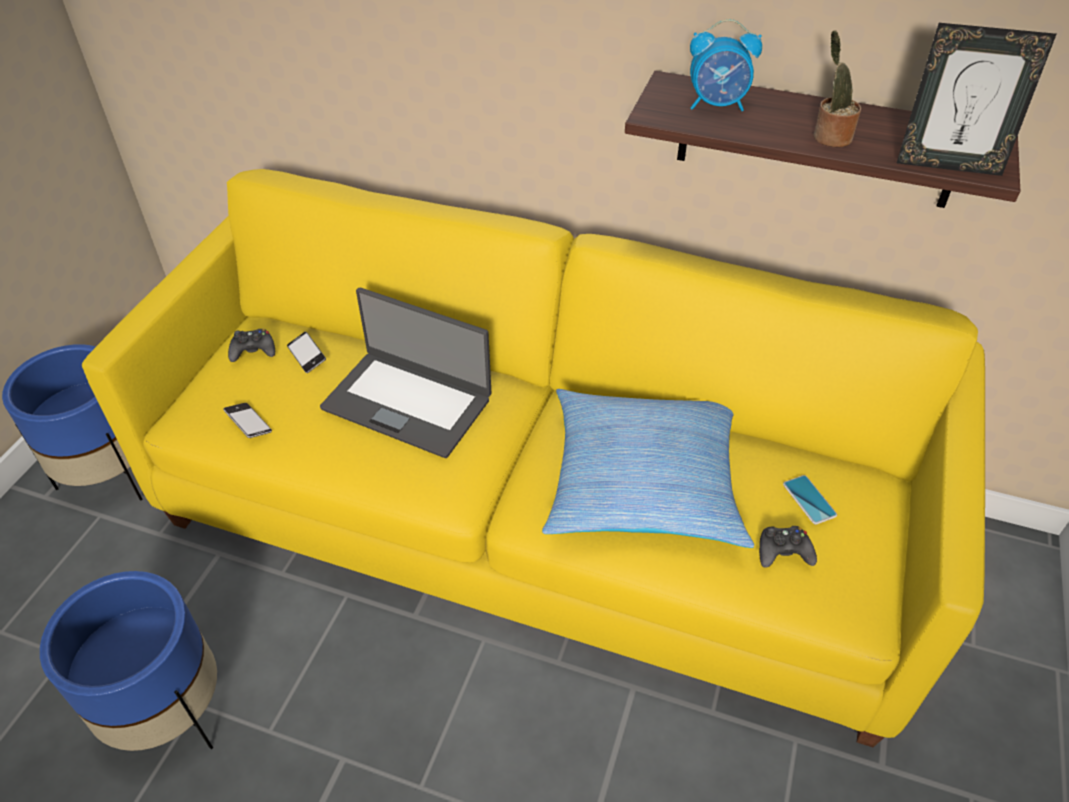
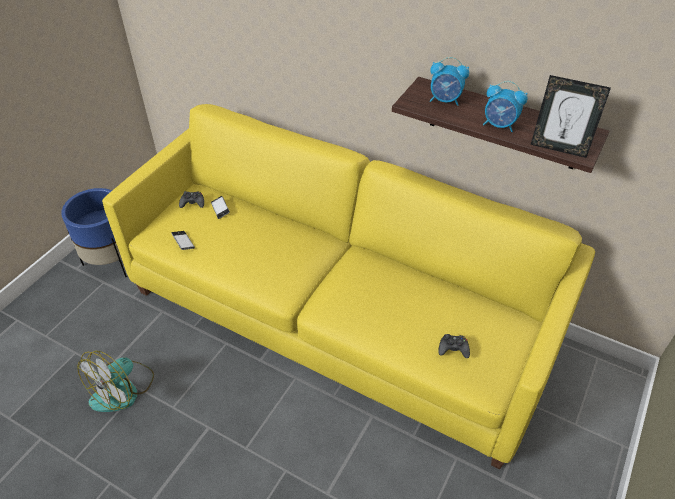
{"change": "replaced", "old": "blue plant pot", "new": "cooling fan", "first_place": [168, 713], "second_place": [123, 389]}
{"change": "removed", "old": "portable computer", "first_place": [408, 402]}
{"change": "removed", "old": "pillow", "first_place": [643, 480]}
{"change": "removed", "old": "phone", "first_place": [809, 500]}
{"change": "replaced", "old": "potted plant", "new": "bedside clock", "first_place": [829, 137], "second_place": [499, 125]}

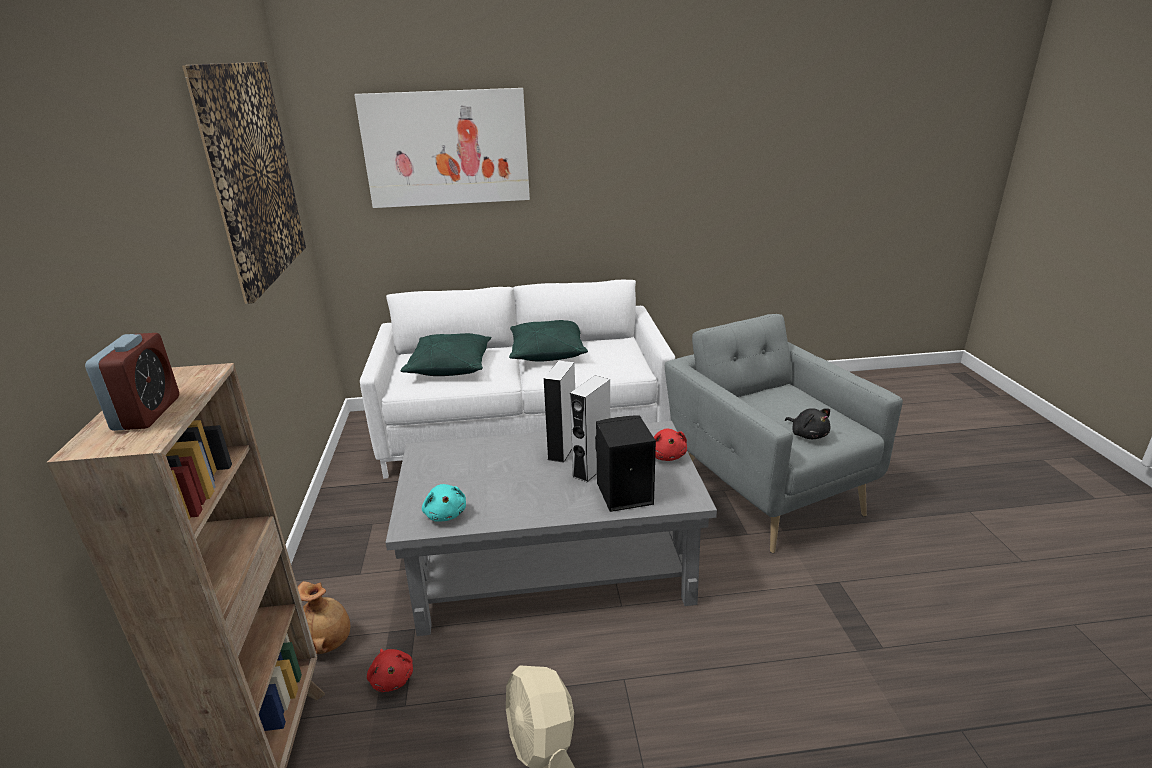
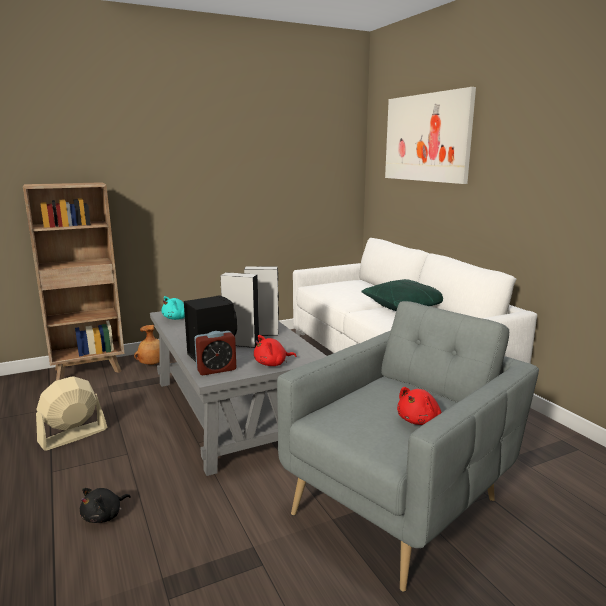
{"change": "moved", "old": "bedside clock", "first_place": [147, 413], "second_place": [216, 370]}
{"change": "removed", "old": "picture", "first_place": [252, 174]}
{"change": "moved", "old": "reddish plush toy", "first_place": [392, 678], "second_place": [419, 420]}
{"change": "removed", "old": "green pillow", "first_place": [450, 366]}
{"change": "moved", "old": "black plush toy", "first_place": [808, 434], "second_place": [104, 516]}

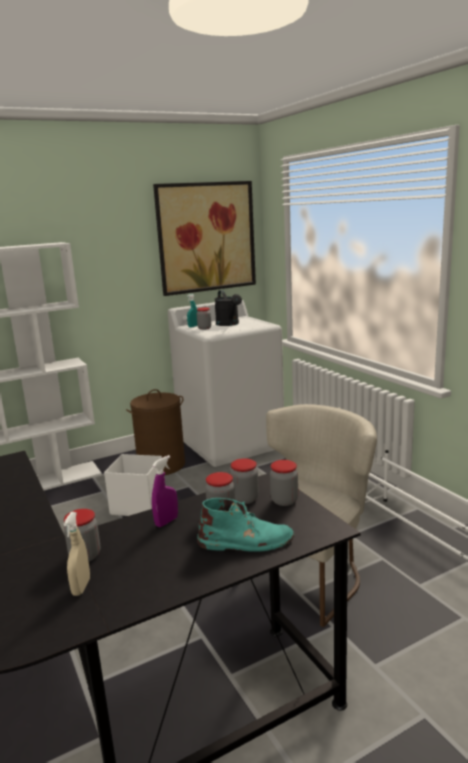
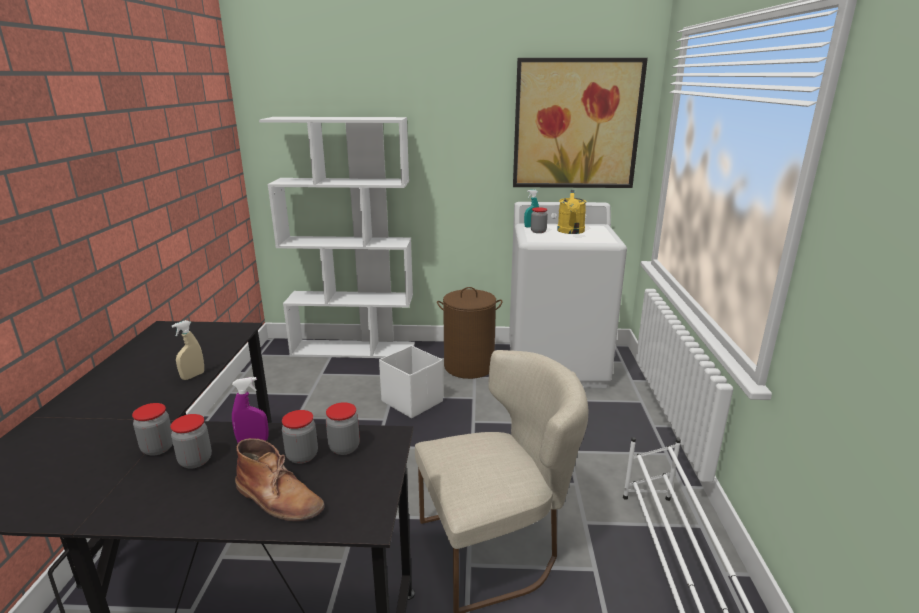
{"change": "moved", "old": "sand-coloured hand sprayer", "first_place": [81, 587], "second_place": [193, 376]}
{"change": "recoloured", "old": "turquoise high-top boot", "new": "brown-coloured high-top boot", "first_place": [246, 542], "second_place": [279, 498]}
{"change": "recoloured", "old": "black watering pot", "new": "yellow watering pot", "first_place": [229, 324], "second_place": [571, 232]}
{"change": "moved", "old": "preserve jar", "first_place": [284, 500], "second_place": [195, 460]}

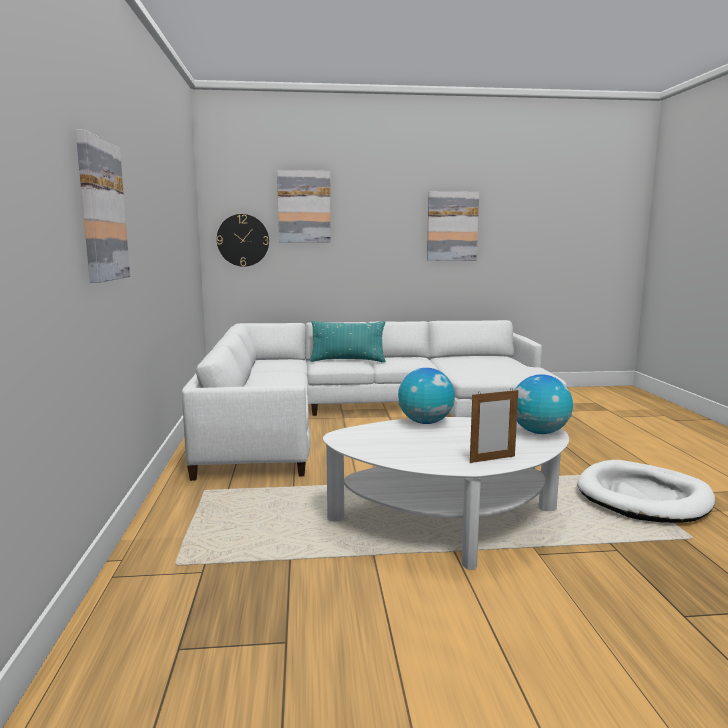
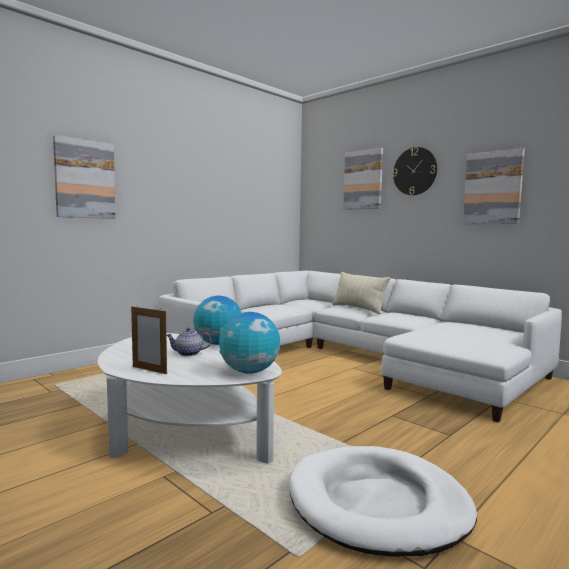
{"change": "moved", "old": "wall clock", "first_place": [243, 240], "second_place": [414, 171]}
{"change": "recoloured", "old": "turquoise pillow", "new": "sand-coloured pillow", "first_place": [348, 361], "second_place": [358, 309]}
{"change": "added", "new": "pot for tea", "second_place": [188, 354]}

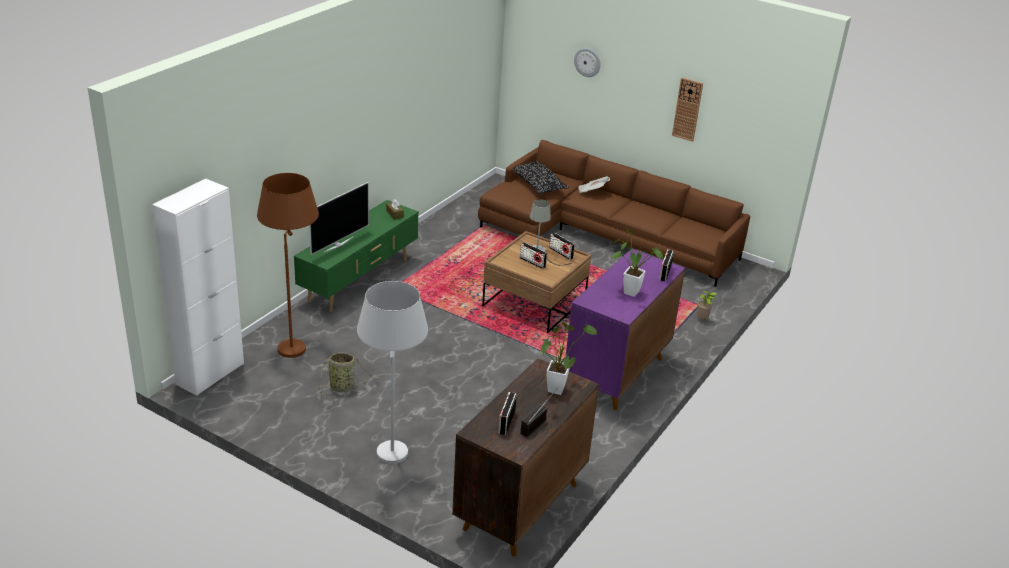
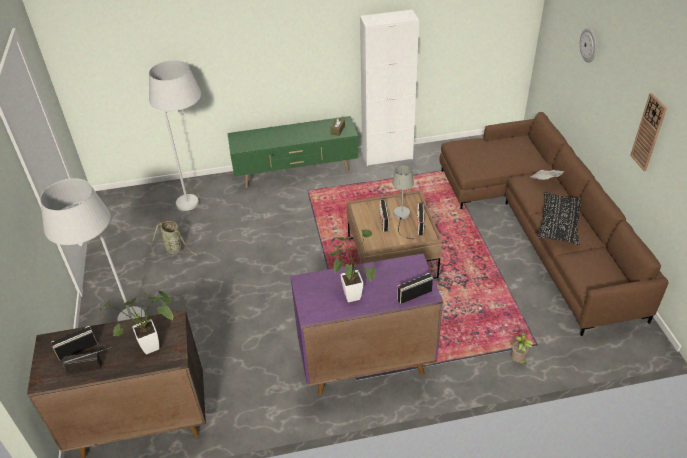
{"change": "moved", "old": "white-coloured cupboard", "first_place": [210, 374], "second_place": [387, 156]}
{"change": "recoloured", "old": "brown-coloured floor lamp", "new": "white-coloured floor lamp", "first_place": [294, 340], "second_place": [198, 197]}
{"change": "removed", "old": "TV set", "first_place": [338, 244]}
{"change": "moved", "old": "black pillow", "first_place": [538, 184], "second_place": [559, 224]}

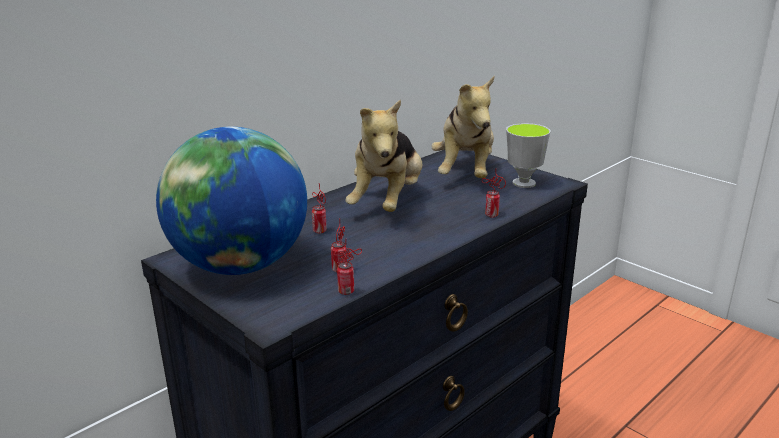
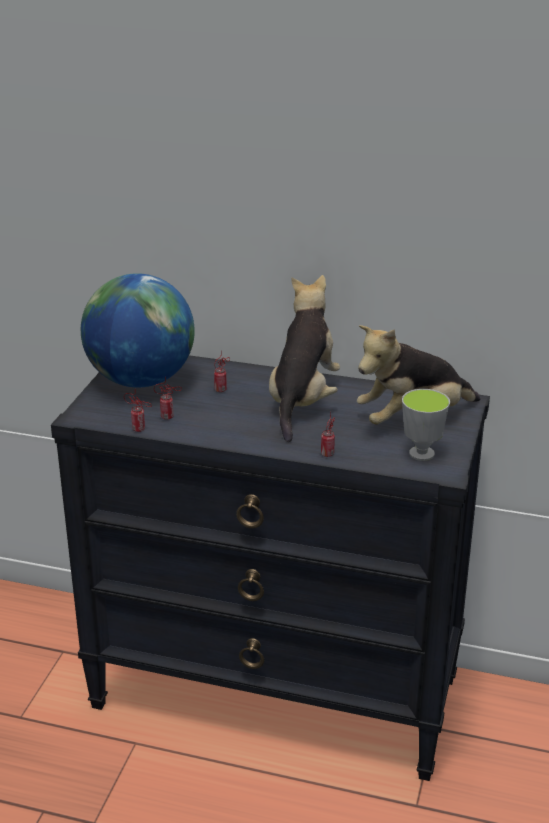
{"change": "turned", "old": "plush toy", "first_place": [388, 202], "second_place": [302, 401], "degrees": 120}

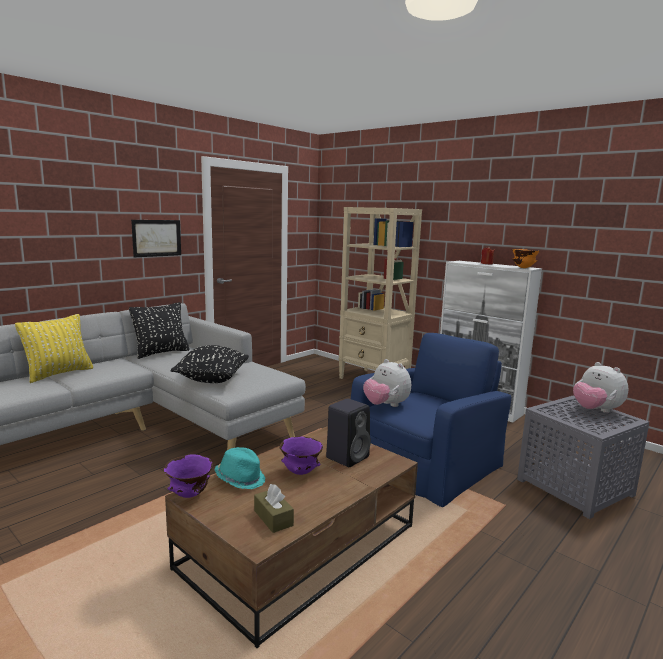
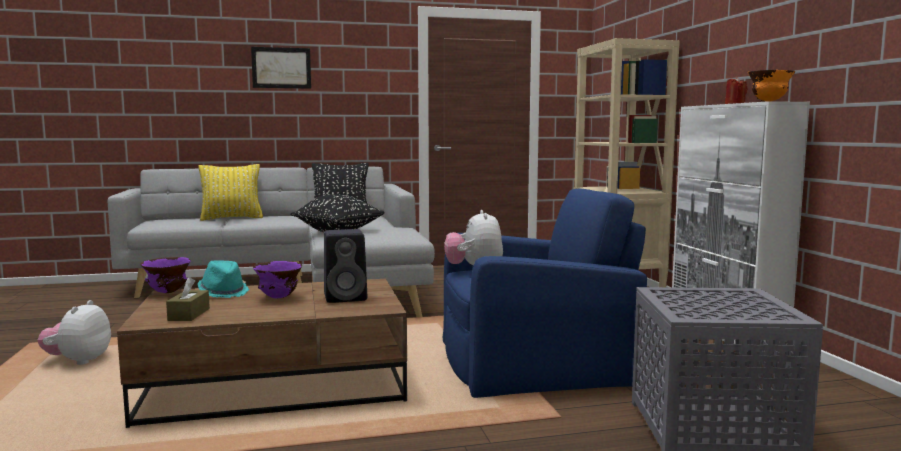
{"change": "moved", "old": "picture", "first_place": [157, 238], "second_place": [281, 68]}
{"change": "moved", "old": "plush toy", "first_place": [596, 410], "second_place": [78, 361]}

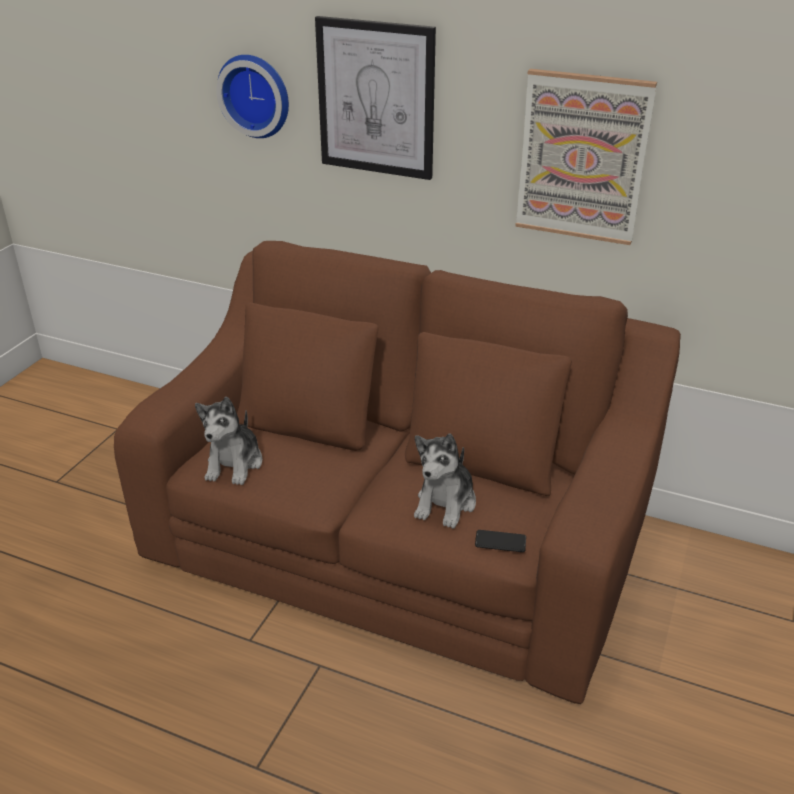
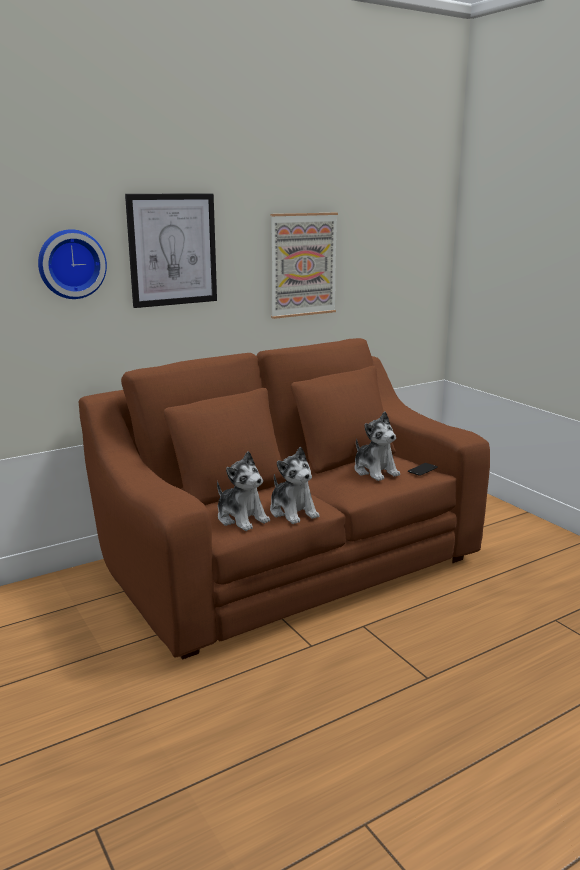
{"change": "added", "new": "plush toy", "second_place": [293, 512]}

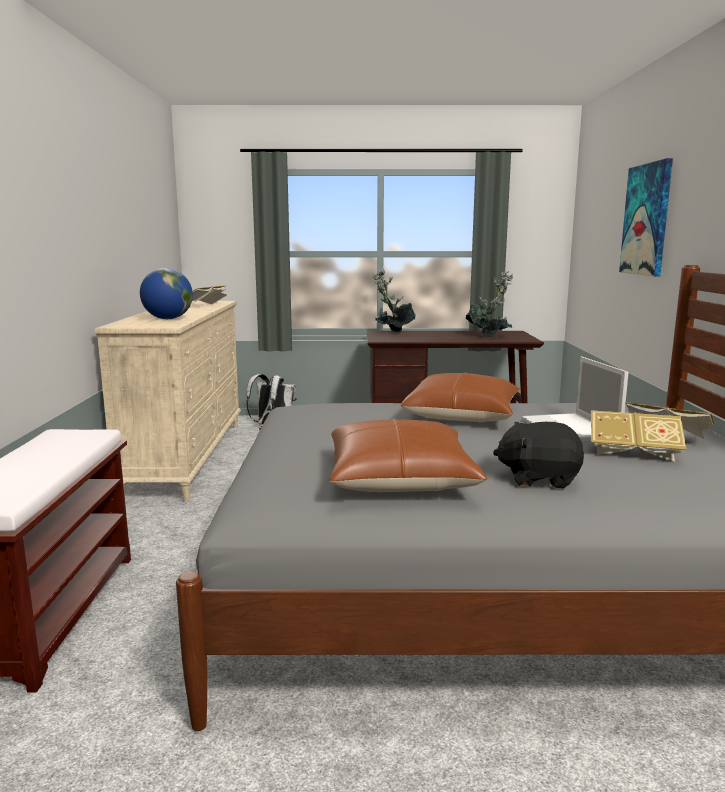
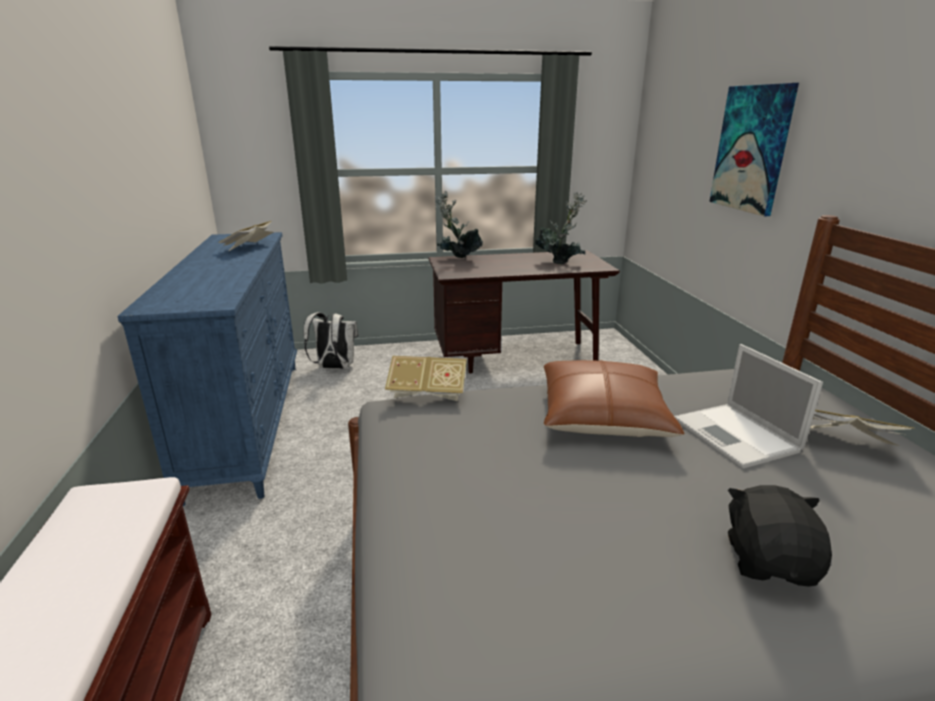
{"change": "recoloured", "old": "sand-coloured drawer chest", "new": "blue drawer chest", "first_place": [188, 457], "second_place": [249, 422]}
{"change": "removed", "old": "world globe", "first_place": [168, 319]}
{"change": "removed", "old": "brown-coloured pillow", "first_place": [400, 478]}
{"change": "turned", "old": "black plush toy", "first_place": [538, 478], "second_place": [769, 561], "degrees": 105}
{"change": "moved", "old": "book", "first_place": [633, 453], "second_place": [427, 393]}

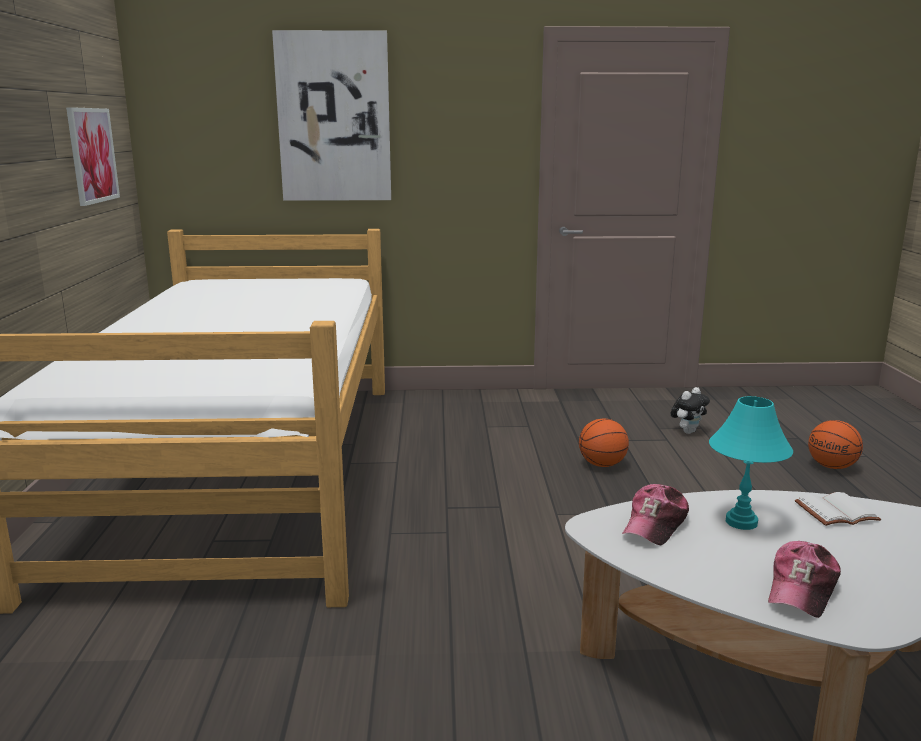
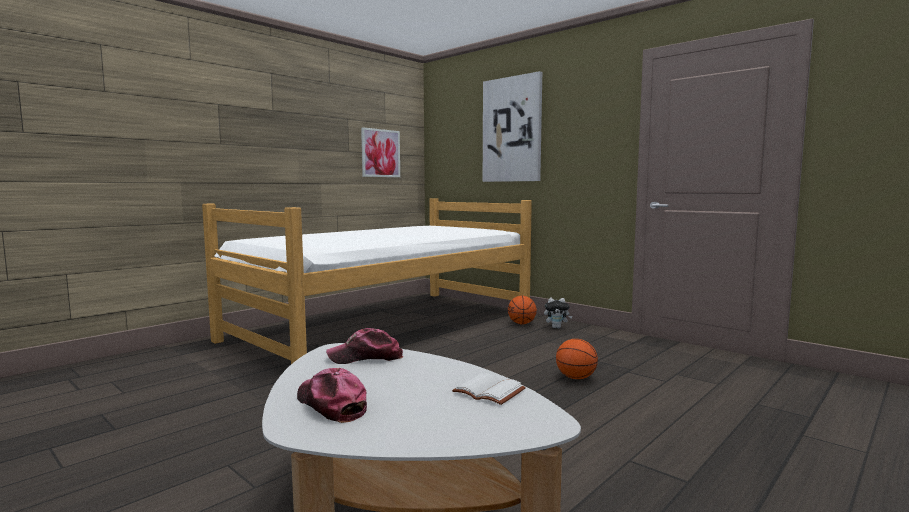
{"change": "moved", "old": "plush toy", "first_place": [687, 431], "second_place": [557, 327]}
{"change": "removed", "old": "turquoise tabletop lamp", "first_place": [741, 522]}
{"change": "turned", "old": "cap", "first_place": [802, 589], "second_place": [331, 405], "degrees": 60}
{"change": "moved", "old": "ball for basketball", "first_place": [832, 467], "second_place": [522, 324]}

